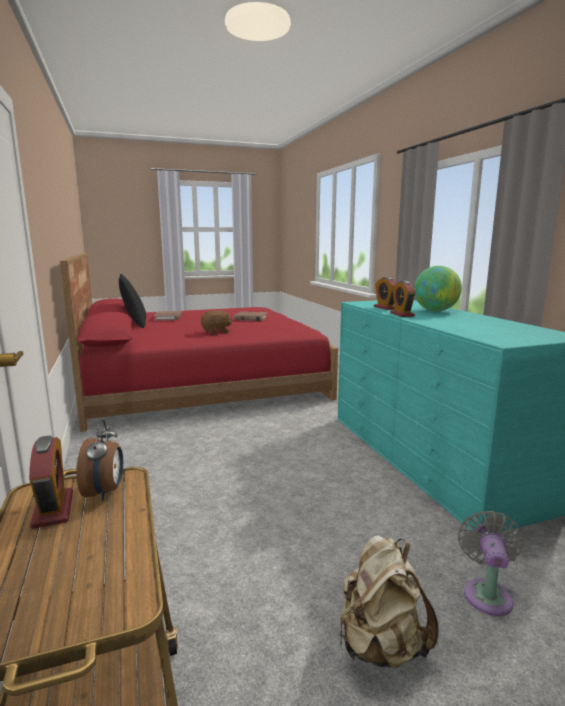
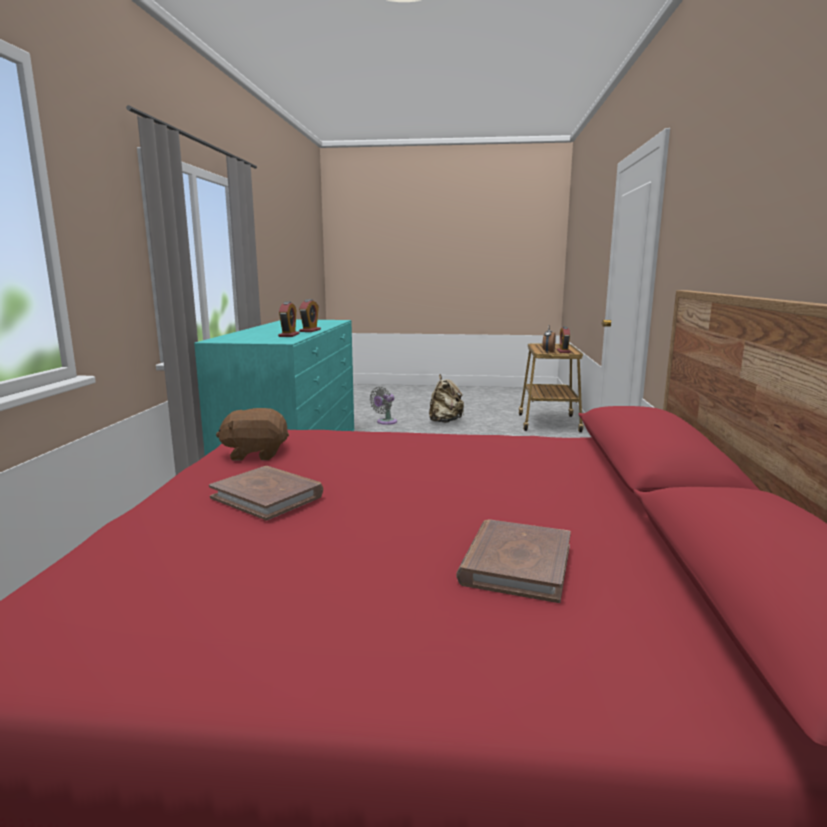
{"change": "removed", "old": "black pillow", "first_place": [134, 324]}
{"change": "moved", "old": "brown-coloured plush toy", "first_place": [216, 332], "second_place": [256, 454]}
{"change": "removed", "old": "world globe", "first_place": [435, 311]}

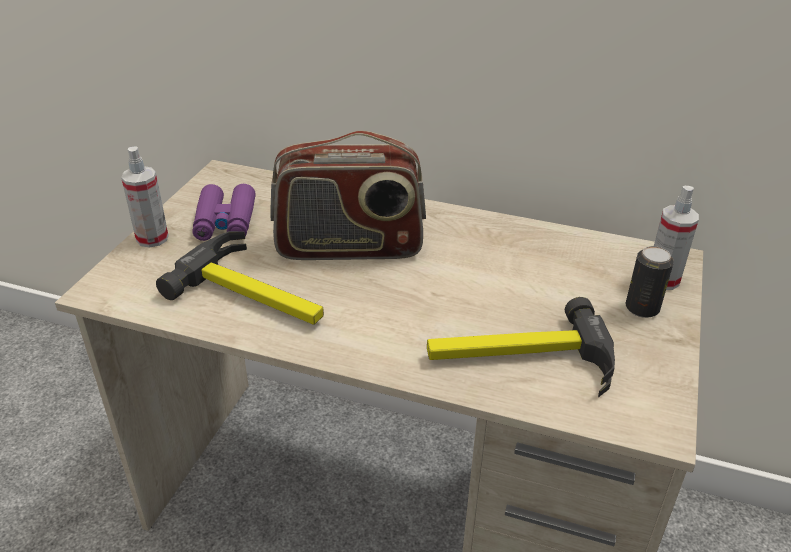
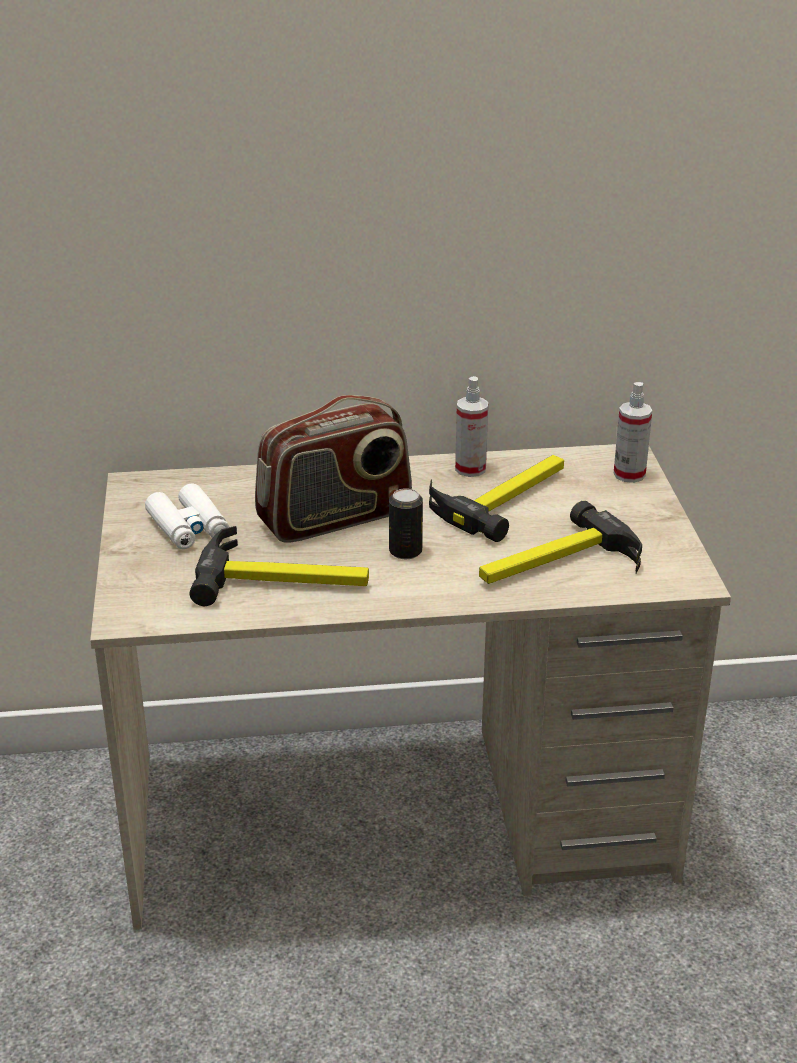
{"change": "moved", "old": "hand sprayer", "first_place": [152, 238], "second_place": [470, 469]}
{"change": "recoloured", "old": "purple-coloured binoculars", "new": "white-coloured binoculars", "first_place": [225, 222], "second_place": [188, 527]}
{"change": "moved", "old": "can", "first_place": [642, 308], "second_place": [405, 552]}
{"change": "added", "new": "hammer", "second_place": [503, 497]}

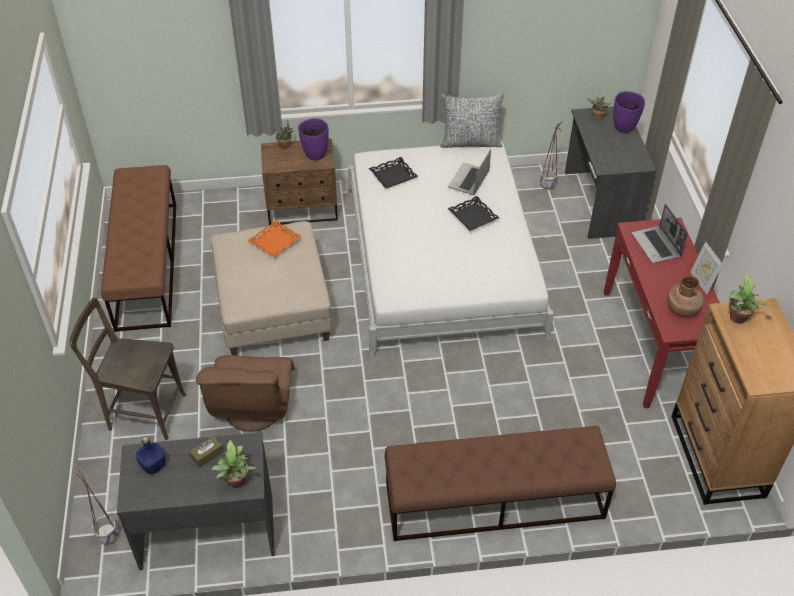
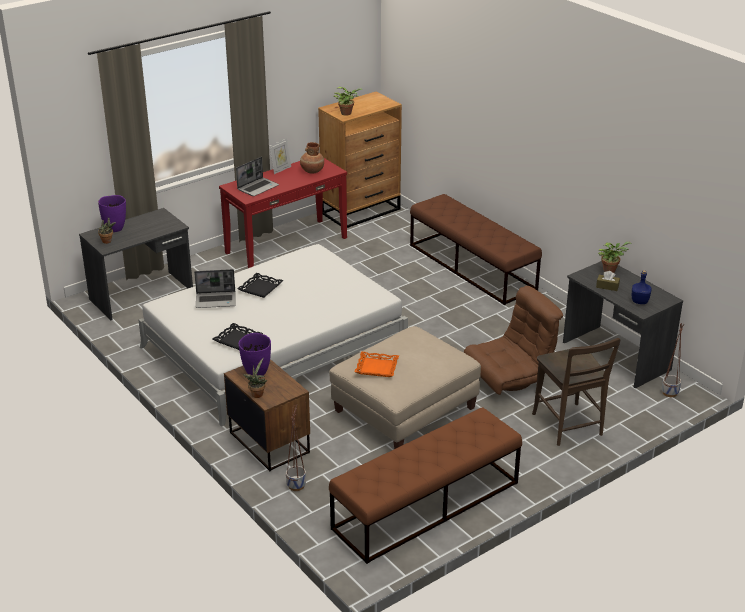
{"change": "removed", "old": "pillow", "first_place": [470, 142]}
{"change": "moved", "old": "plant pot", "first_place": [548, 185], "second_place": [296, 485]}

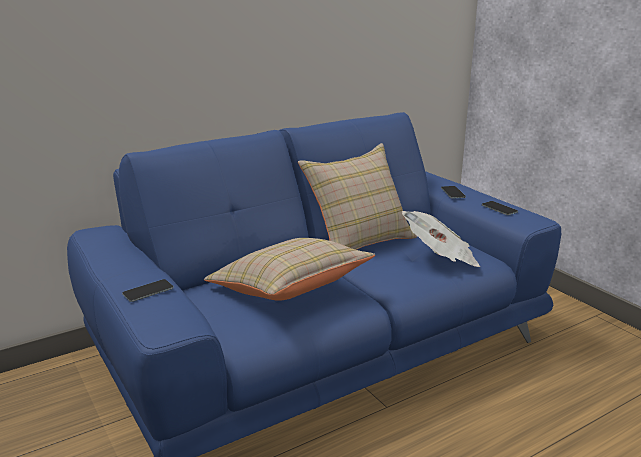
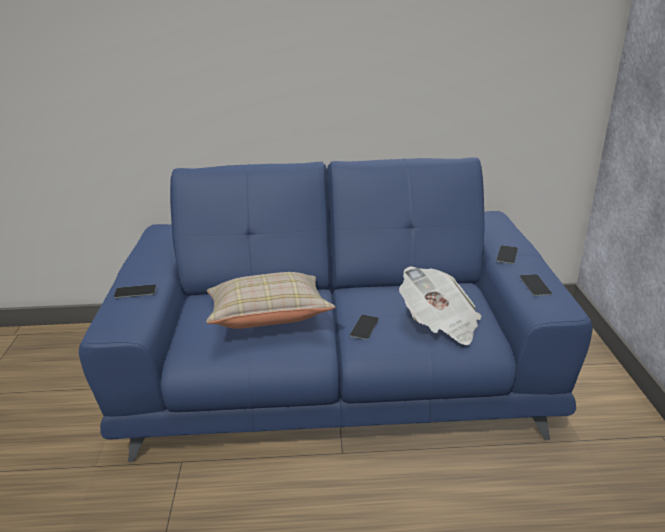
{"change": "removed", "old": "sand-coloured pillow", "first_place": [359, 240]}
{"change": "added", "new": "phone", "second_place": [364, 327]}

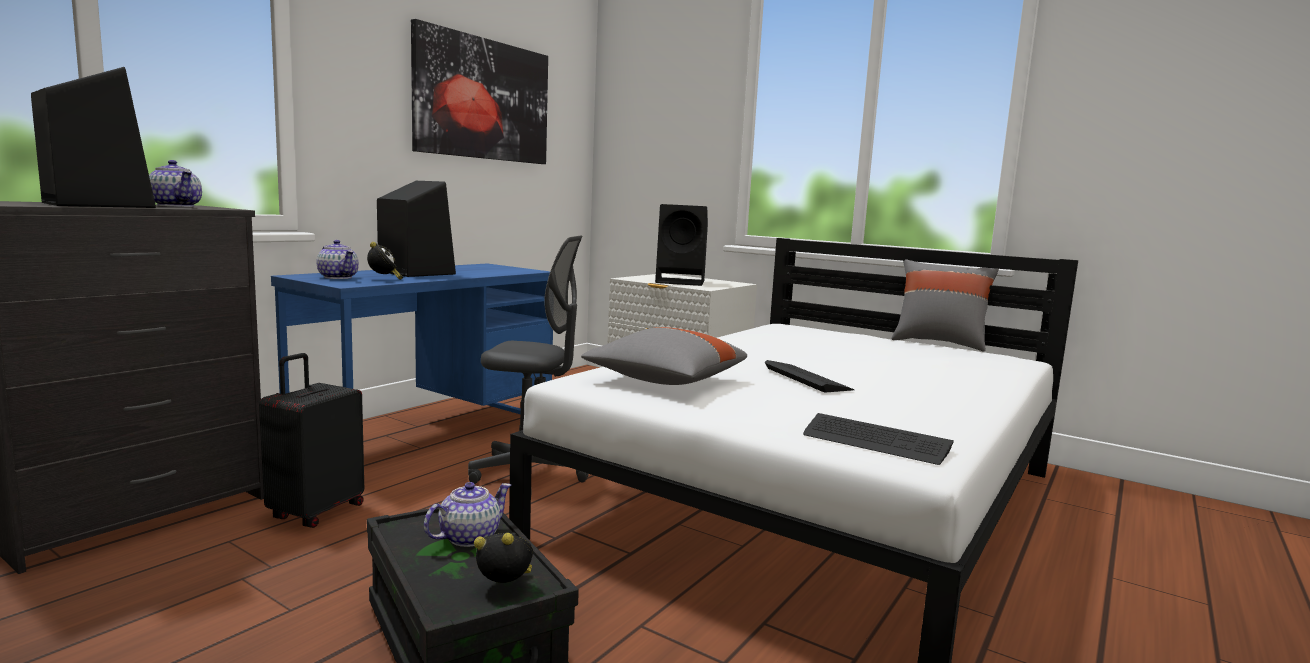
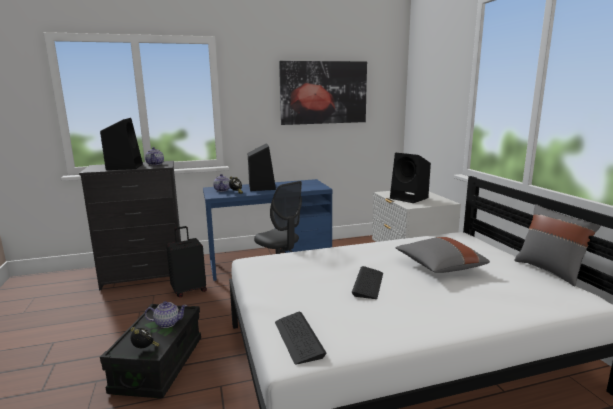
{"change": "moved", "old": "gray pillow", "first_place": [664, 381], "second_place": [439, 267]}

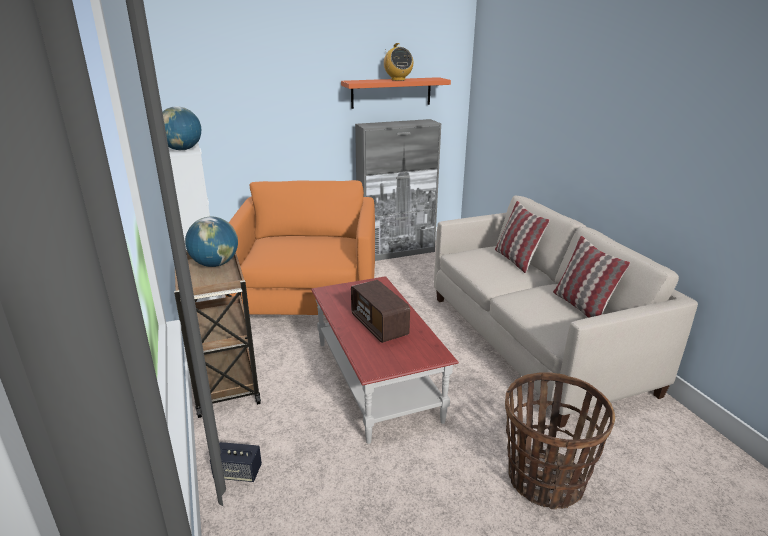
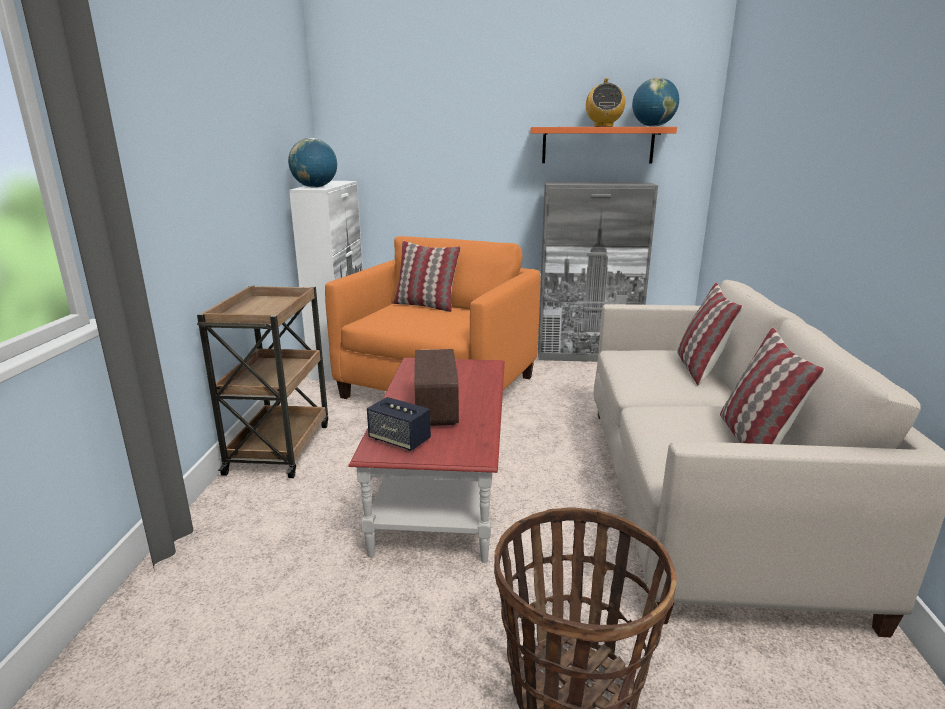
{"change": "moved", "old": "world globe", "first_place": [215, 264], "second_place": [653, 126]}
{"change": "moved", "old": "audio speaker", "first_place": [238, 473], "second_place": [399, 440]}
{"change": "added", "new": "pillow", "second_place": [425, 305]}

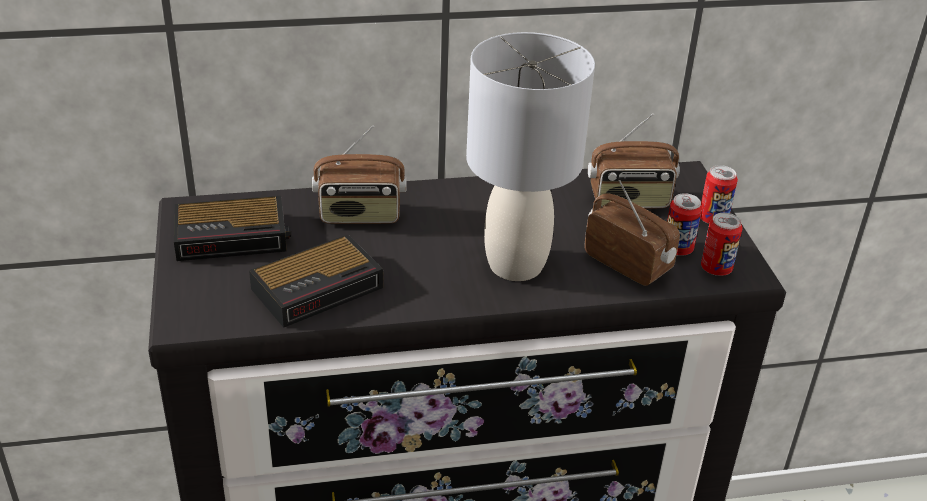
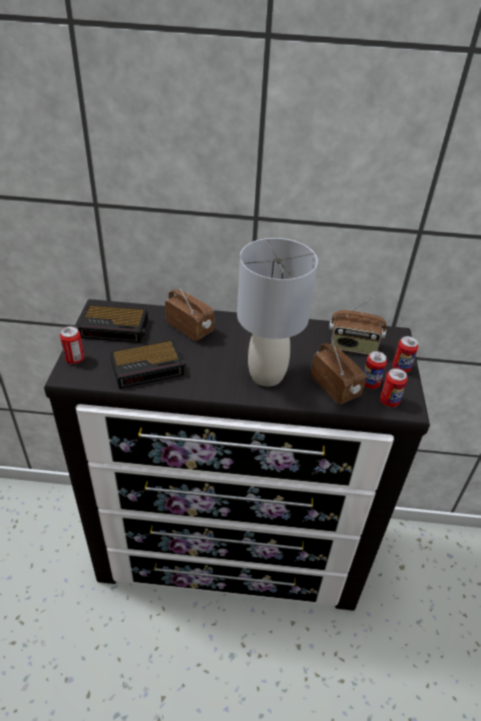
{"change": "turned", "old": "radio", "first_place": [360, 215], "second_place": [190, 328], "degrees": -150}
{"change": "added", "new": "can", "second_place": [75, 359]}

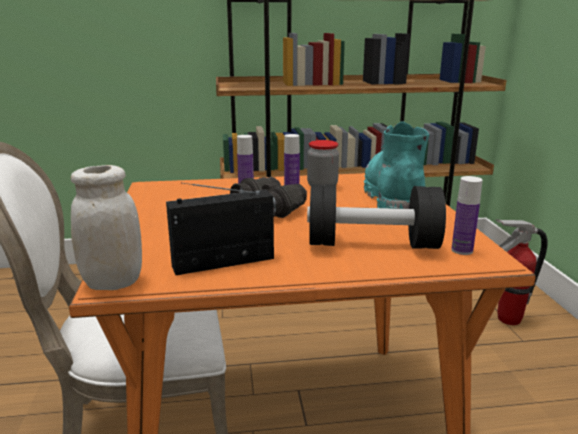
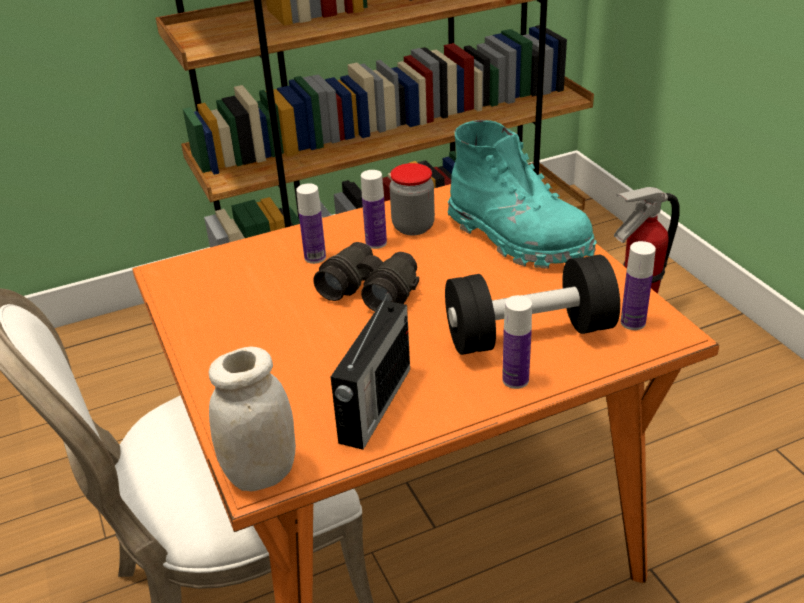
{"change": "turned", "old": "radio", "first_place": [225, 262], "second_place": [374, 406], "degrees": 150}
{"change": "turned", "old": "turquoise high-top boot", "first_place": [393, 199], "second_place": [518, 239], "degrees": 150}
{"change": "added", "new": "drink bottle", "second_place": [515, 380]}

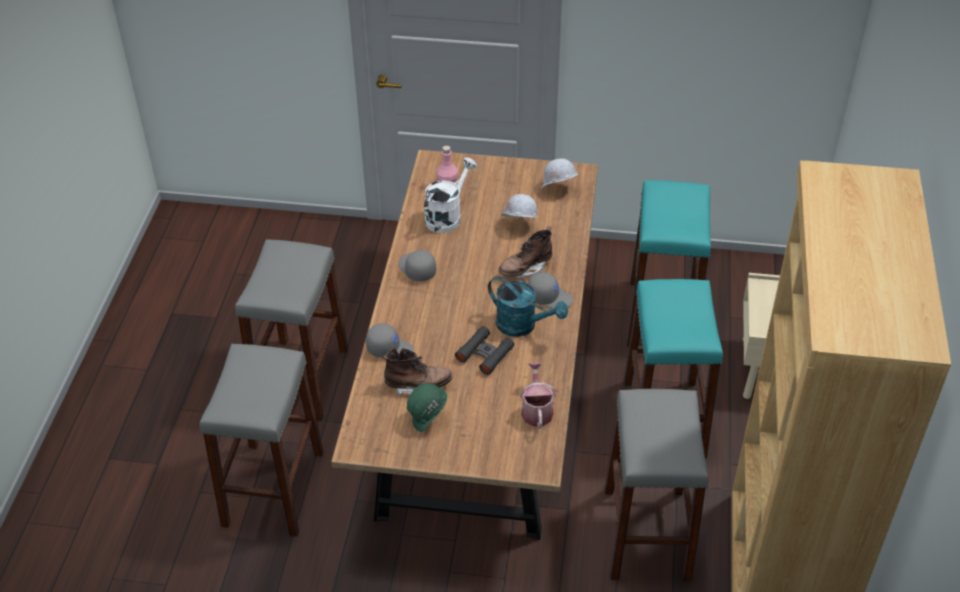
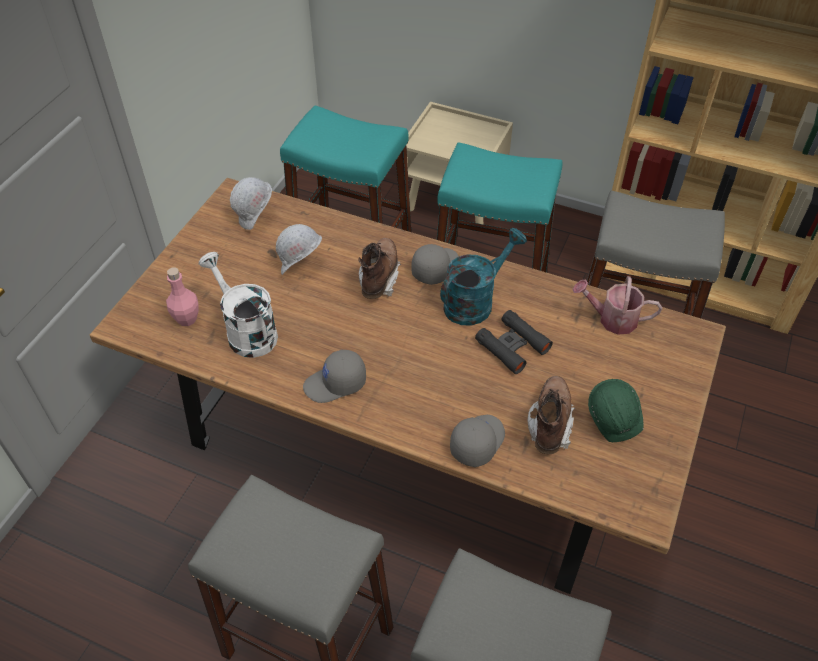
{"change": "turned", "old": "brown-coloured high-top boot", "first_place": [525, 269], "second_place": [379, 278], "degrees": -150}

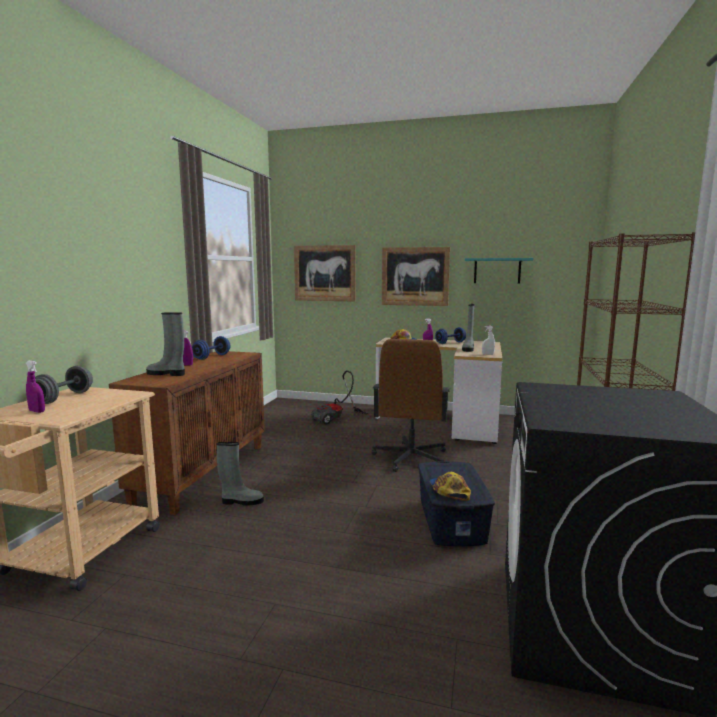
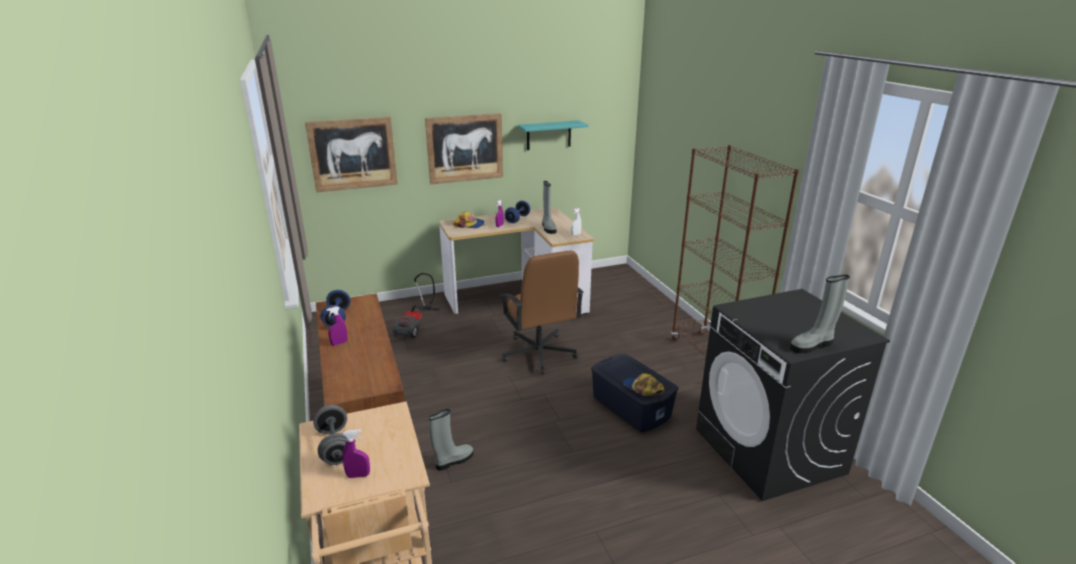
{"change": "moved", "old": "gray high-top boot", "first_place": [167, 374], "second_place": [812, 345]}

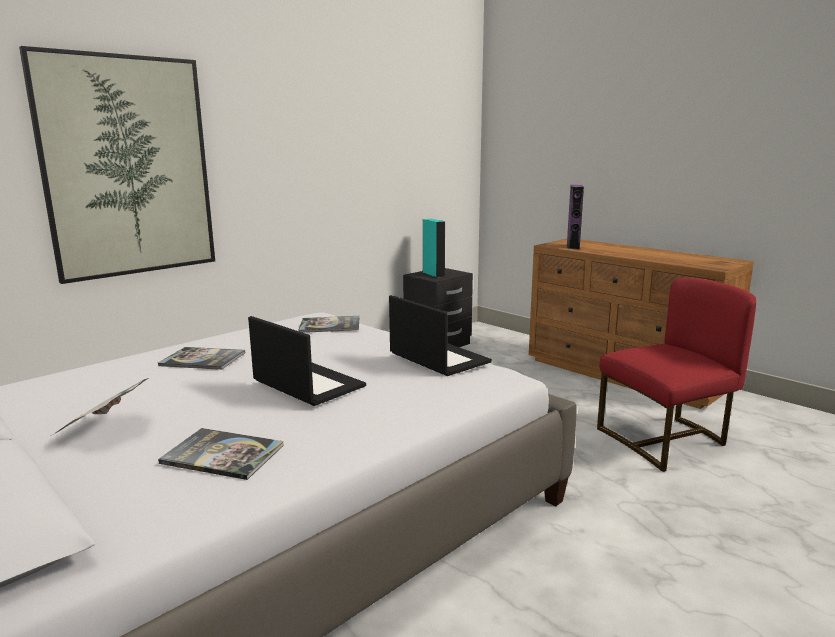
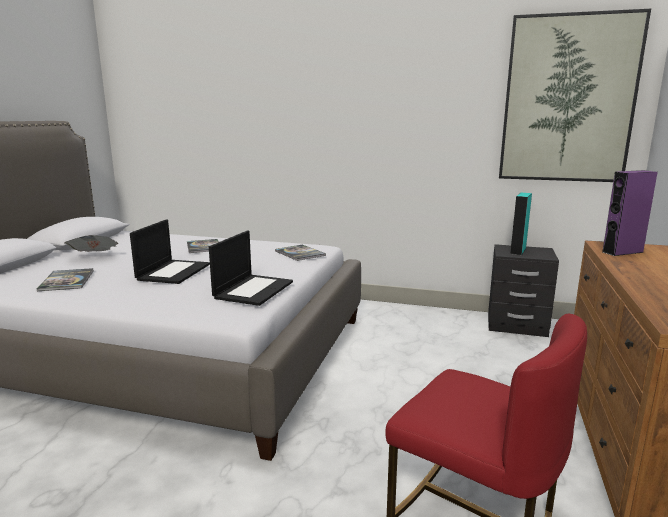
{"change": "moved", "old": "picture", "first_place": [128, 167], "second_place": [568, 100]}

